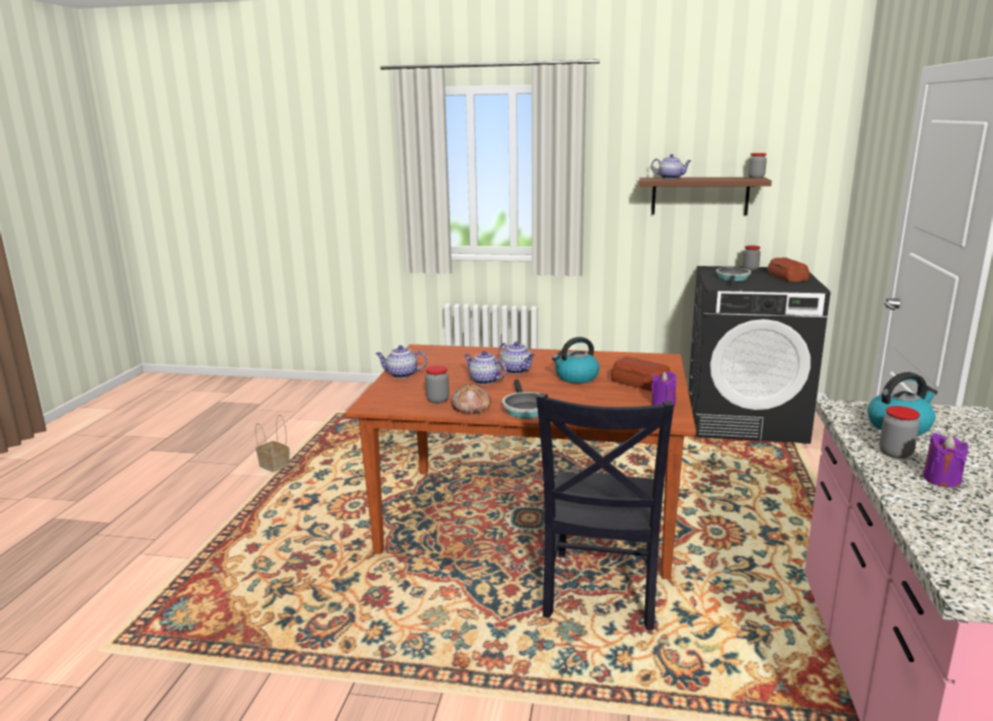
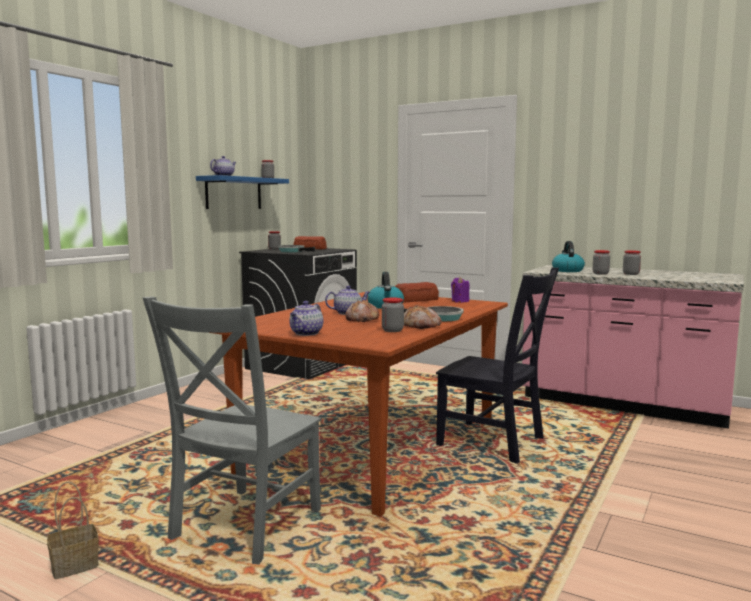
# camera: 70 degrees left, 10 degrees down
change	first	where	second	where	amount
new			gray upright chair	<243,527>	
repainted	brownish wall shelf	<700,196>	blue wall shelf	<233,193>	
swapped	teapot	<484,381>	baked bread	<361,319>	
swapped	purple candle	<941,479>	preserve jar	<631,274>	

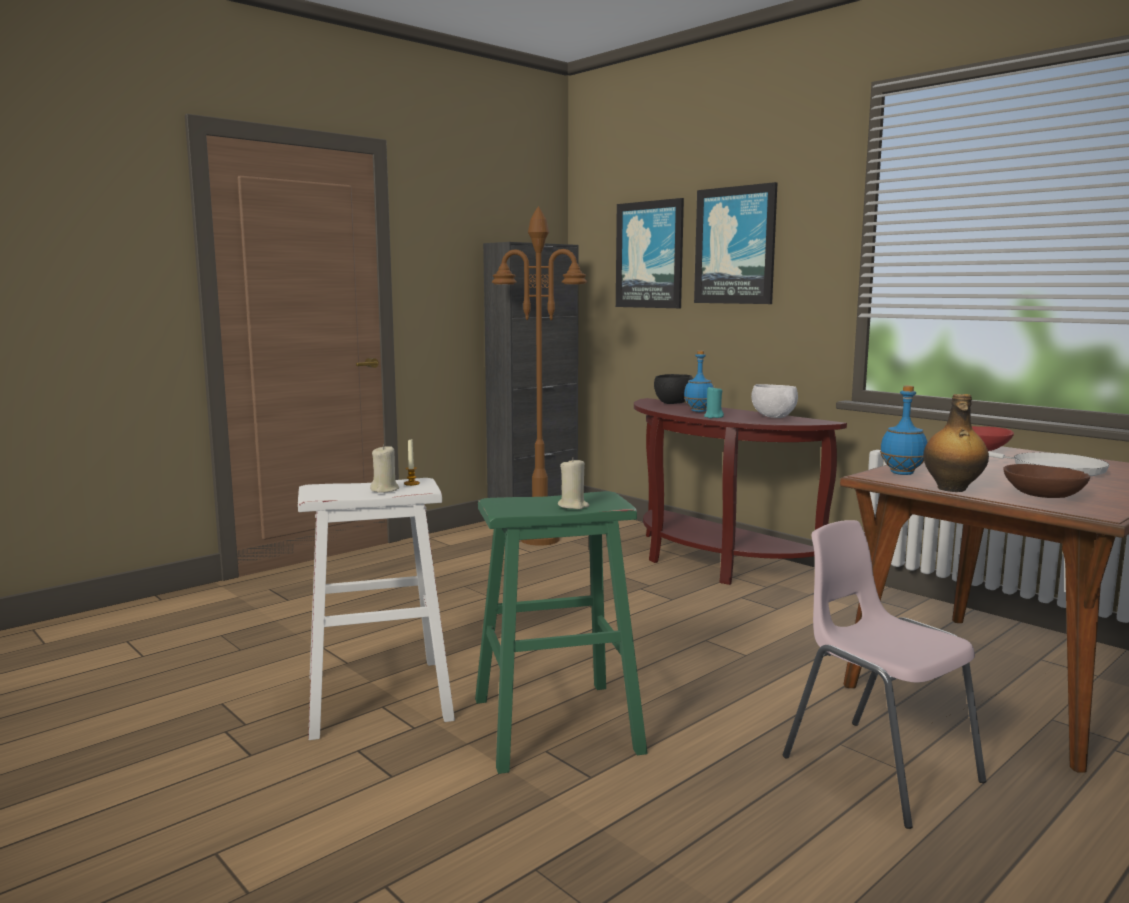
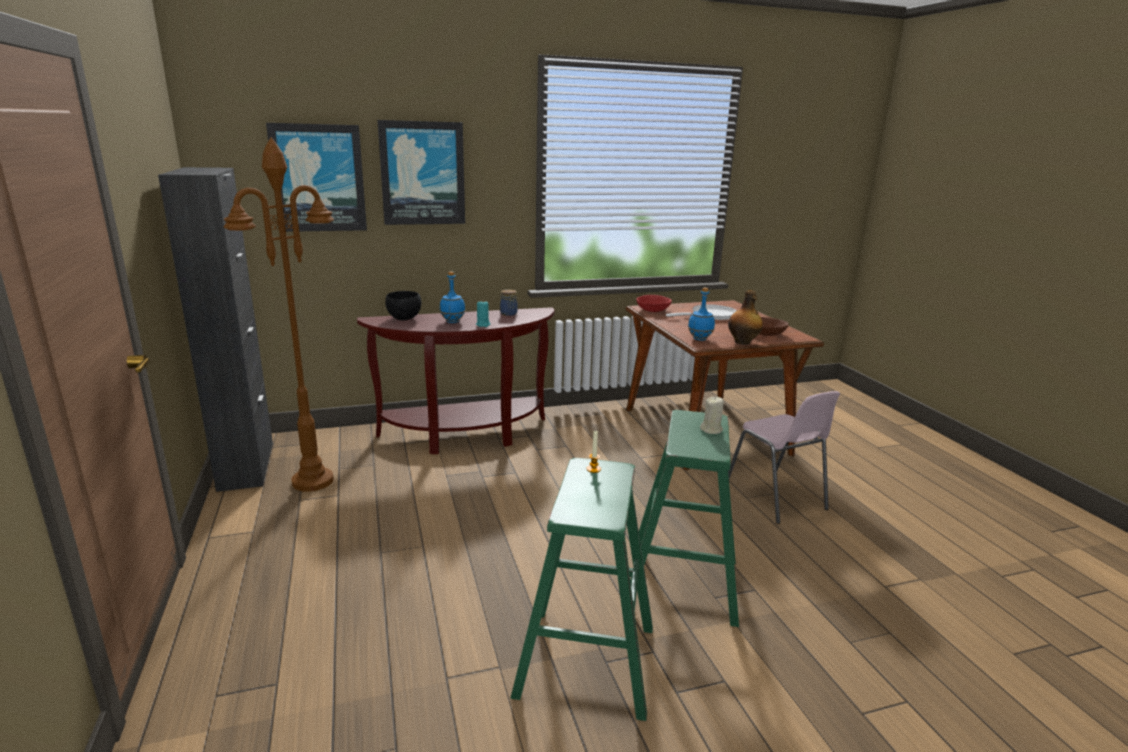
# camera: 65 degrees left, 10 degrees up
change	first	where	second	where	amount
swapped	white-coloured bowl	<773,417>	preserve jar	<509,314>	
repainted	white-coloured stool	<378,696>	greenish stool	<586,660>	
rotated	pinkish upright chair	<878,768>		<775,498>	105 degrees counterclockwise
gone	beige candle	<385,490>			

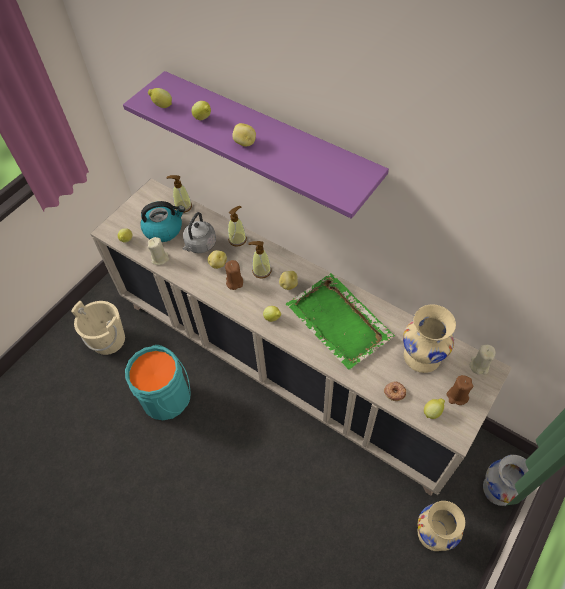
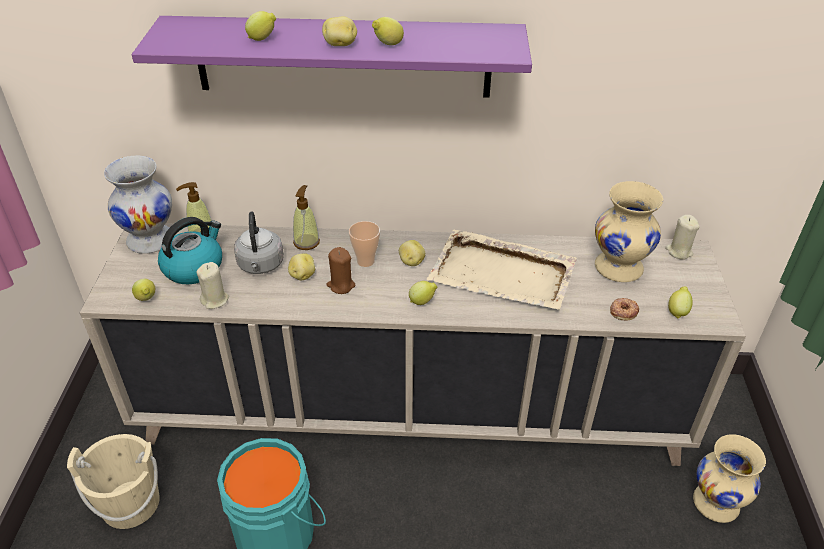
# camera: 35 degrees left, 15 degrees down
change	first	where	second	where	amount
shifted	white-coloured vase	<498,490>		<149,241>	
swapped	soap dispenser	<261,271>	cup	<365,261>	
shifted	citrus fruit	<162,106>		<387,45>	
repainted	greenish carrying tray	<339,322>	beige carrying tray	<503,274>	
gone	brownish candle	<457,396>			

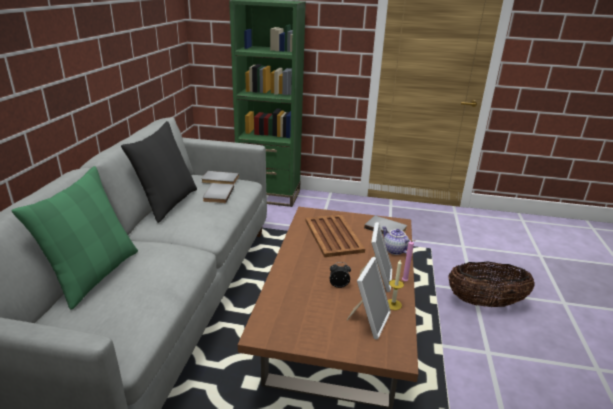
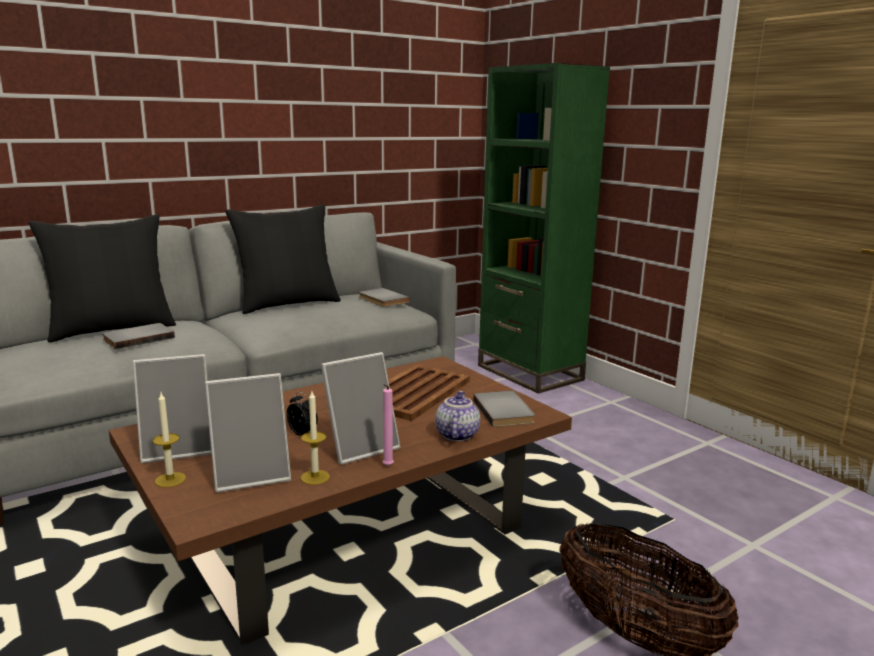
# camera: 45 degrees right, 10 degrees down
change	first	where	second	where	amount
repainted	greenish throw pillow	<94,275>	blackish throw pillow	<112,329>	
shifted	gray book	<217,194>		<138,338>	
new			standing frame	<179,448>	
new			candle	<170,479>	

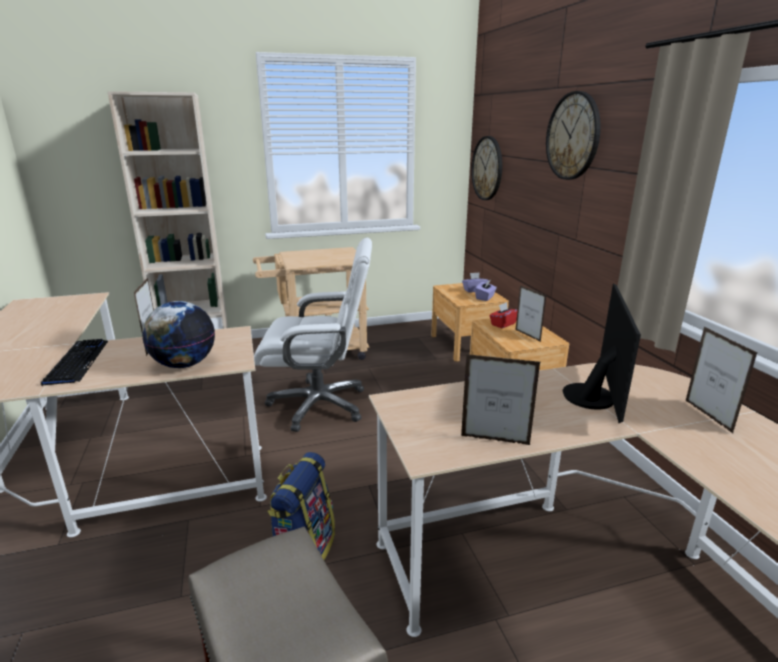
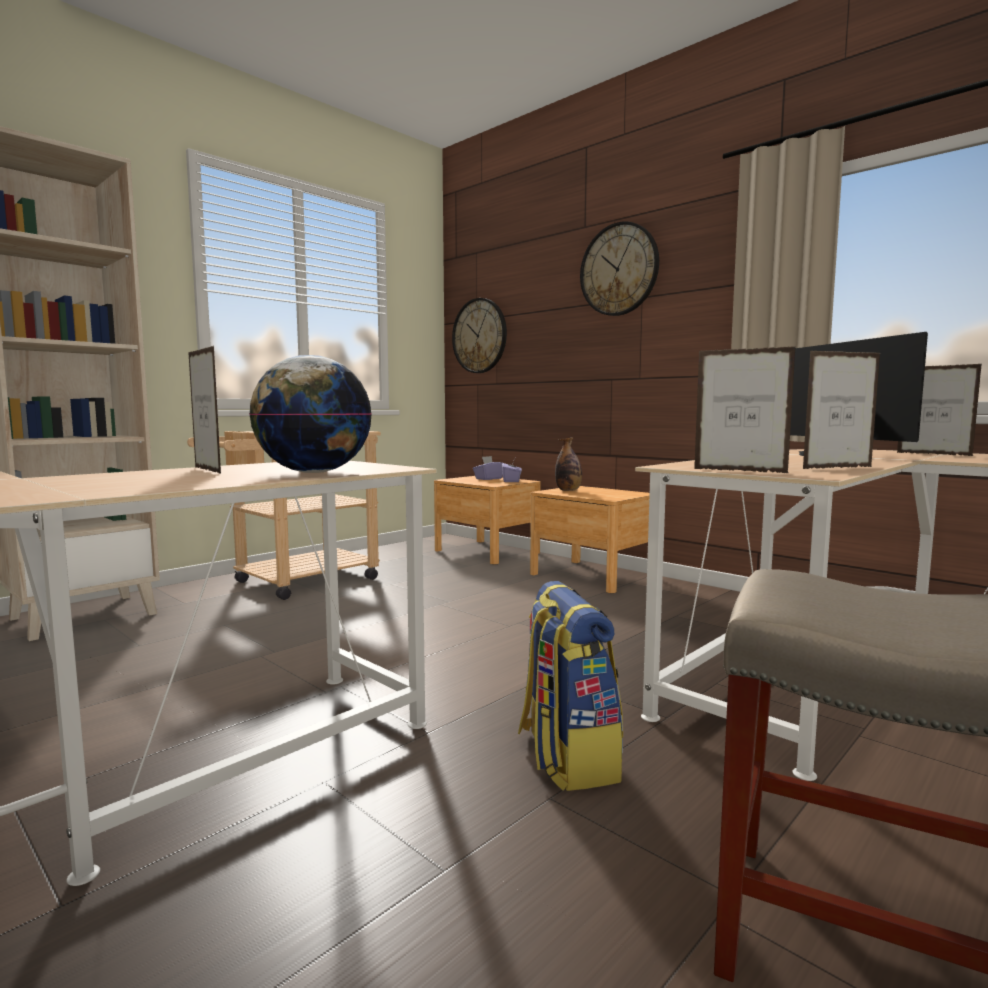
# camera: 30 degrees left, 15 degrees down
change	first	where	second	where	amount
swapped	red box of tissues	<503,324>	bottle	<568,490>	
shifted	standing frame	<527,335>		<739,471>	
gone	keyboard	<77,362>			
gone	white-coloured computer chair	<320,404>			

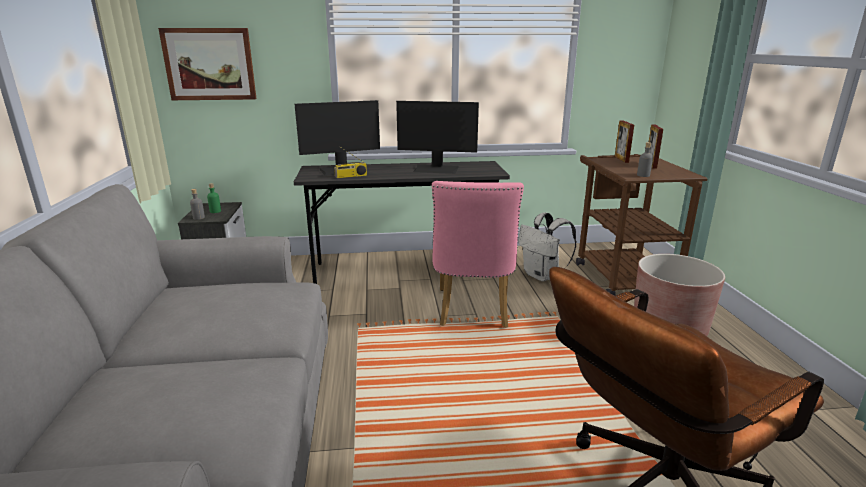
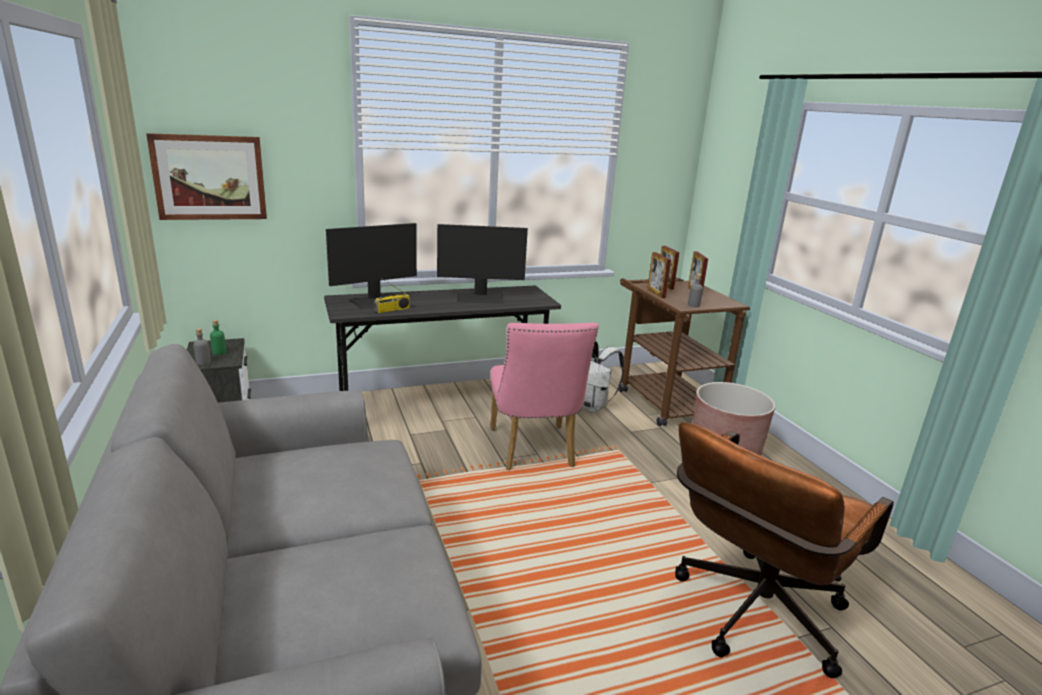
# camera: 15 degrees left, 0 degrees up
change	first	where	second	where	amount
new			standing frame	<656,293>	

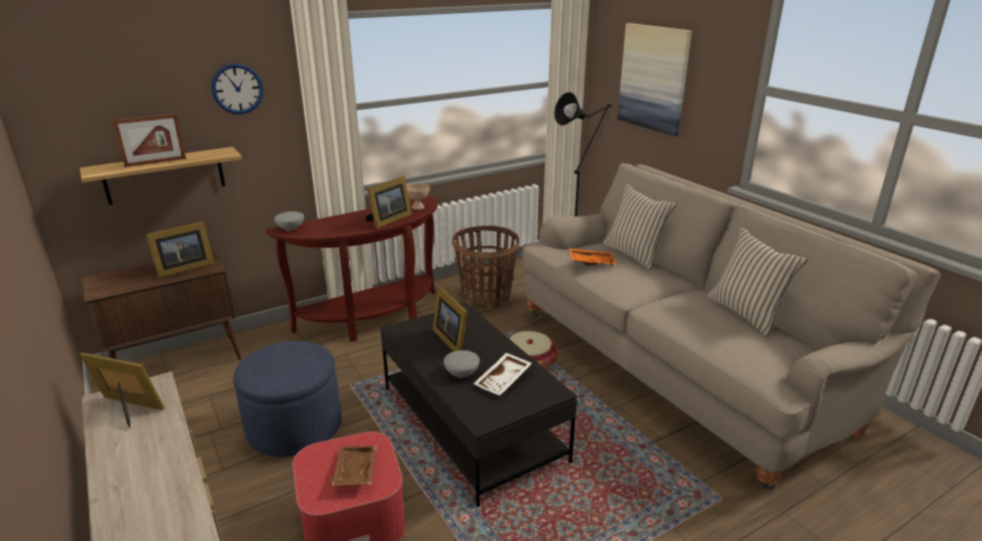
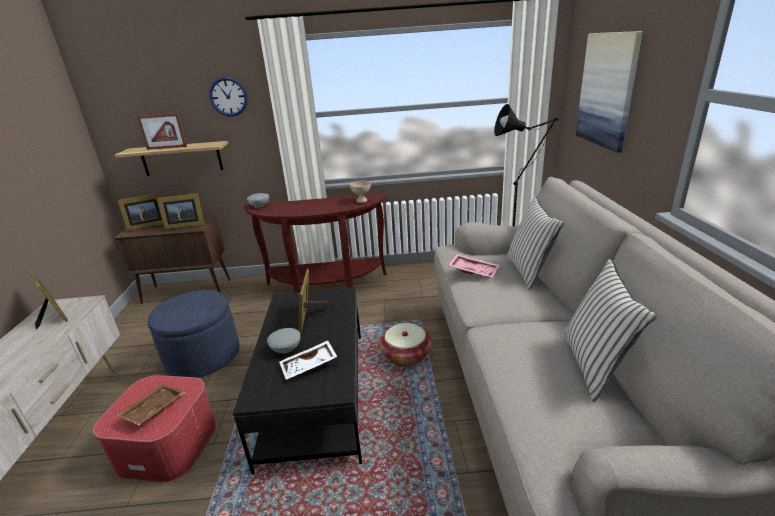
# camera: 30 degrees right, 0 degrees up
change	first	where	second	where	amount
shifted	standing frame	<388,220>		<146,226>	
repainted	orange-coloured carrying tray	<591,262>	pinkish carrying tray	<474,270>	
gone	storage basket	<486,297>			

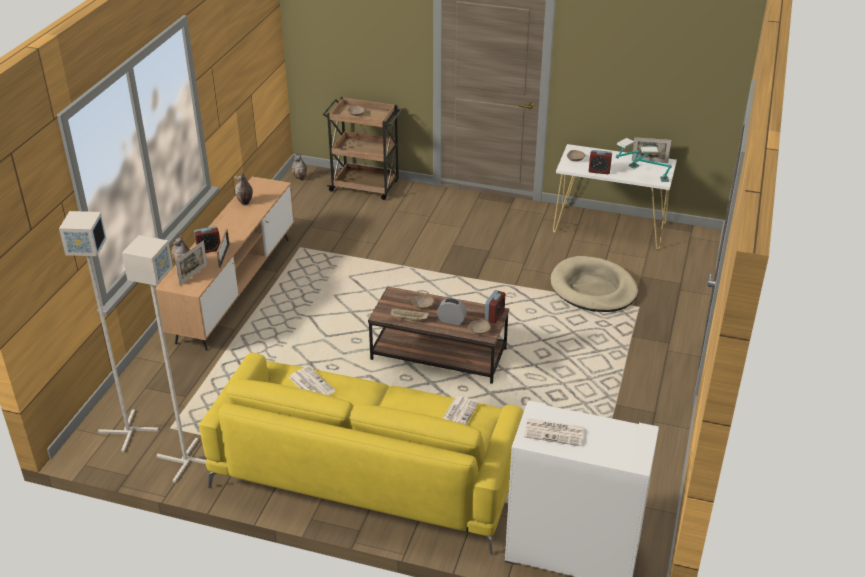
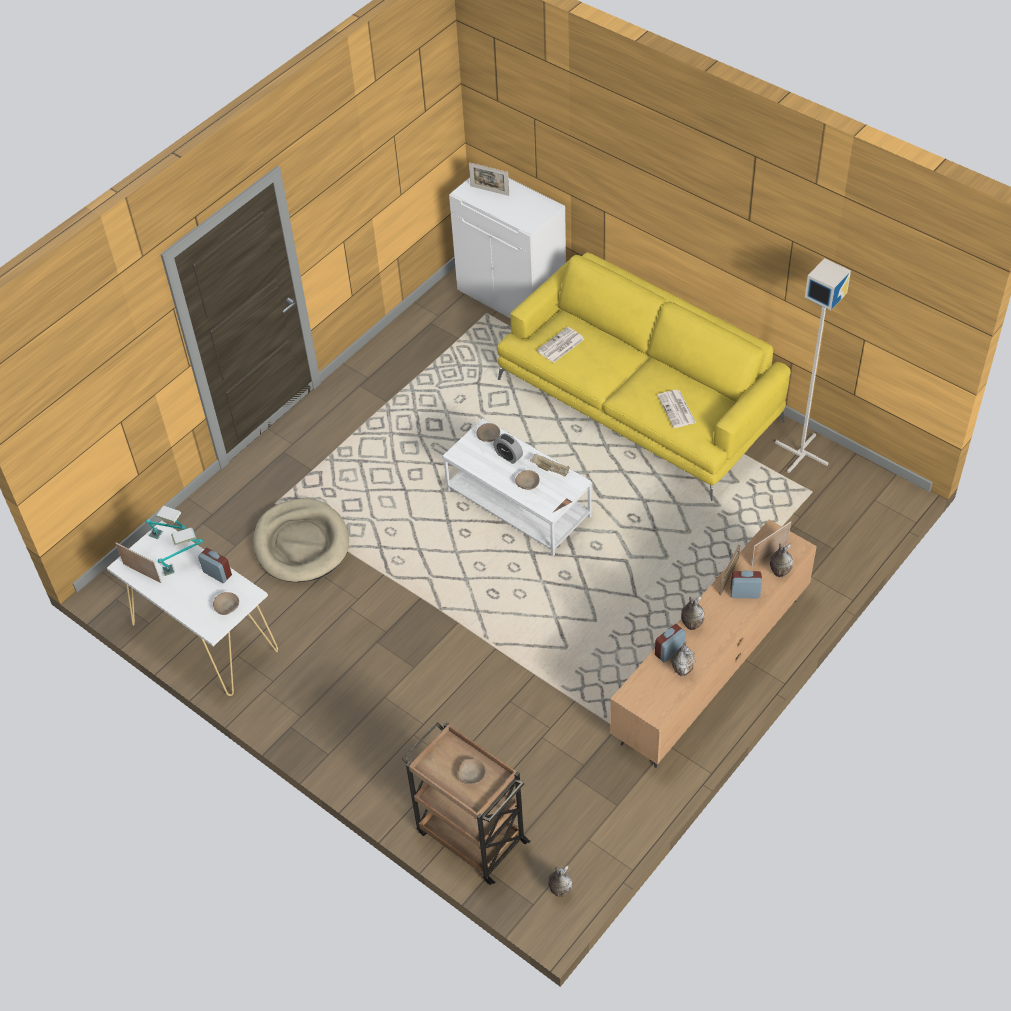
# camera: 155 degrees left, 15 degrees up
change	first	where	second	where	amount
repainted	brownish lounge table	<438,354>	white-coloured lounge table	<519,504>	
new			standing frame	<489,191>	
shifted	bedside clock	<494,316>		<669,651>	
new			vase	<690,625>	
gone	gray floor lamp	<127,431>			
gone	daily paper	<554,432>			

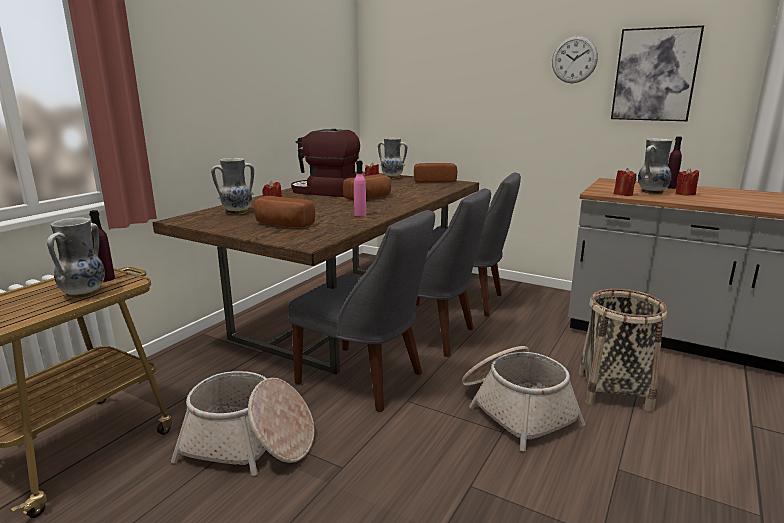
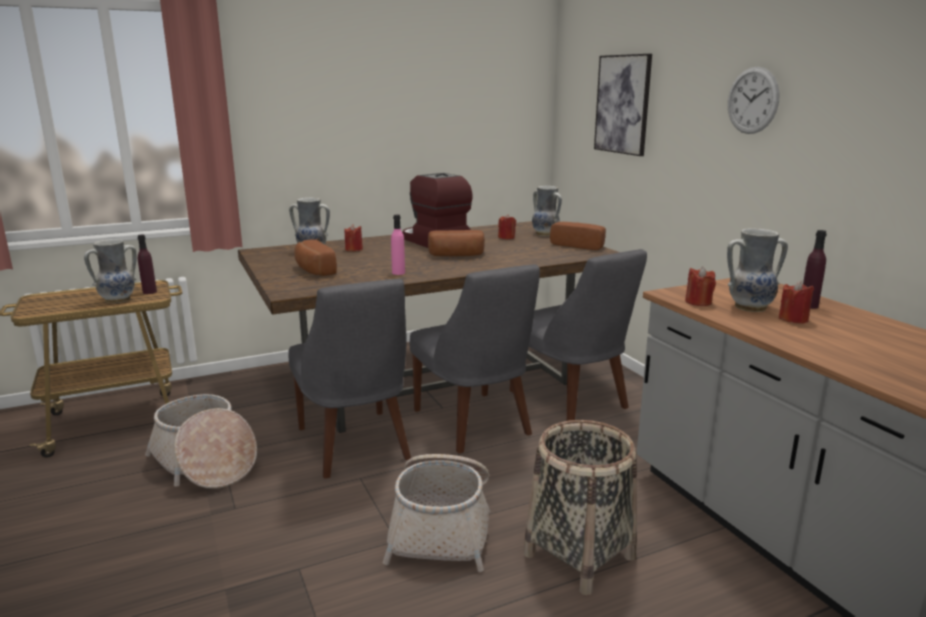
# camera: 35 degrees right, 0 degrees up
change	first	where	second	where	amount
shifted	wall picture	<655,75>		<623,104>	

